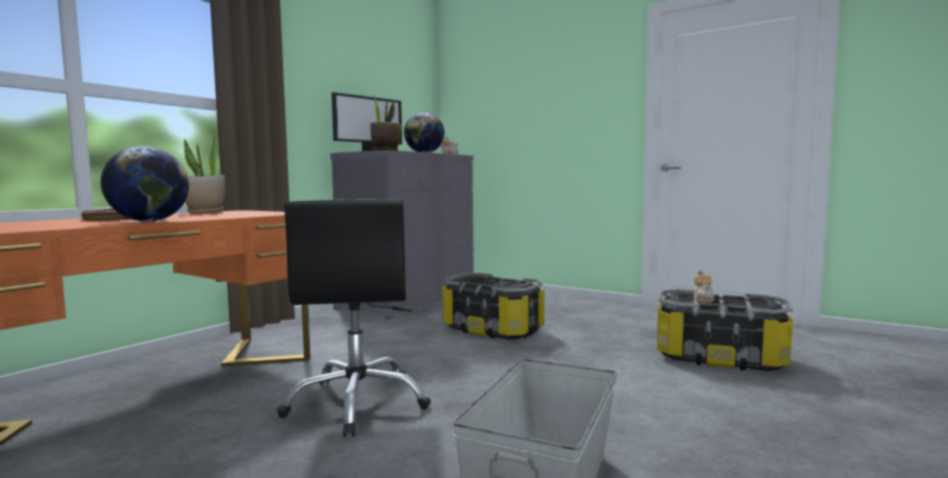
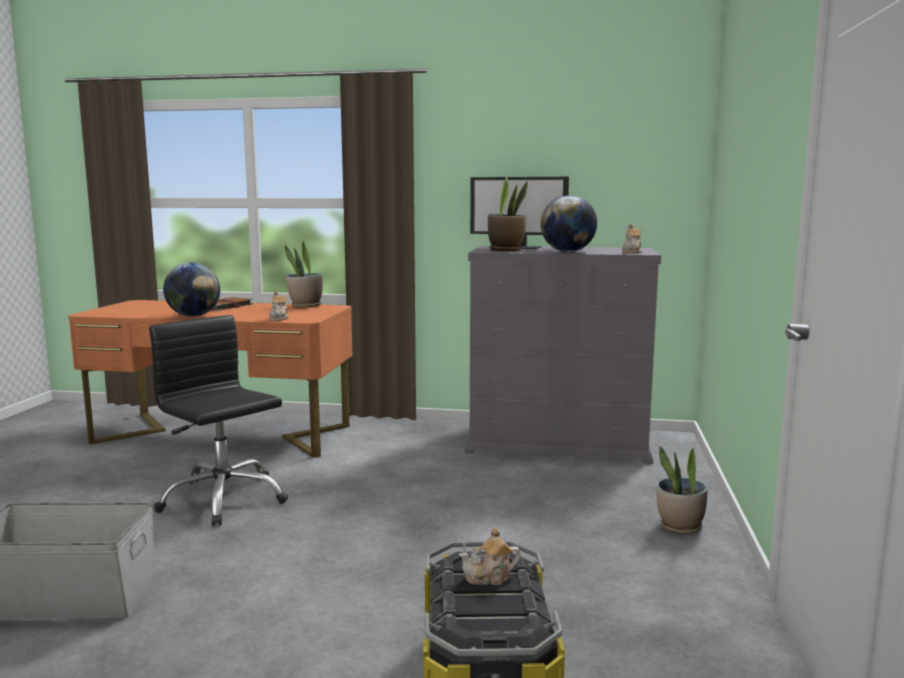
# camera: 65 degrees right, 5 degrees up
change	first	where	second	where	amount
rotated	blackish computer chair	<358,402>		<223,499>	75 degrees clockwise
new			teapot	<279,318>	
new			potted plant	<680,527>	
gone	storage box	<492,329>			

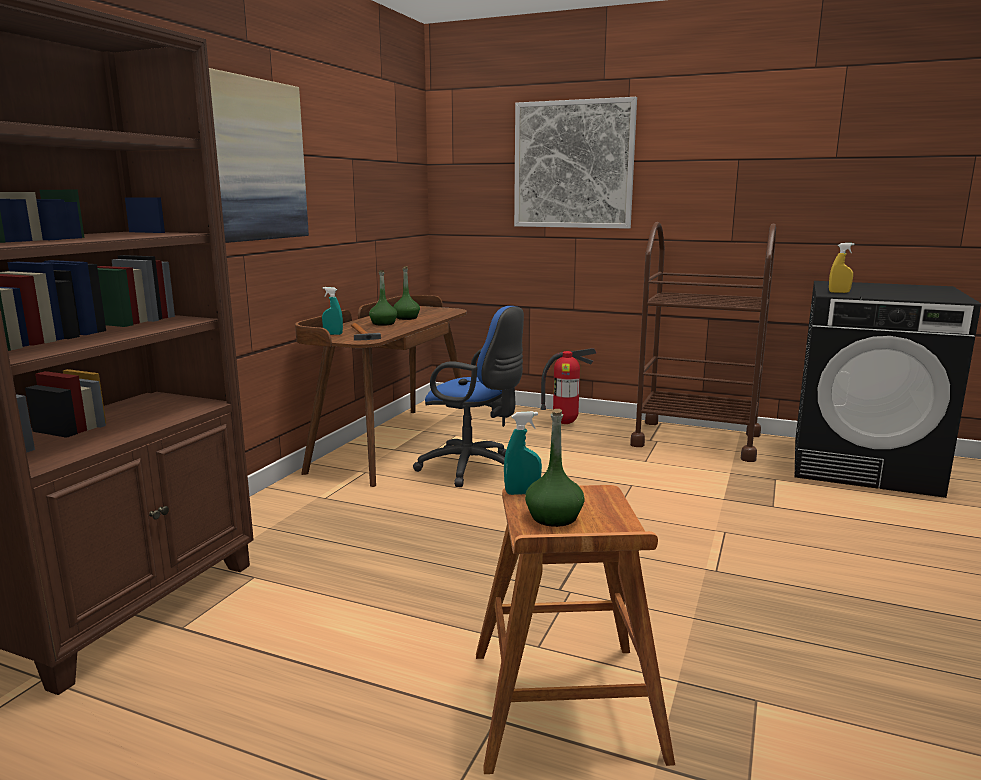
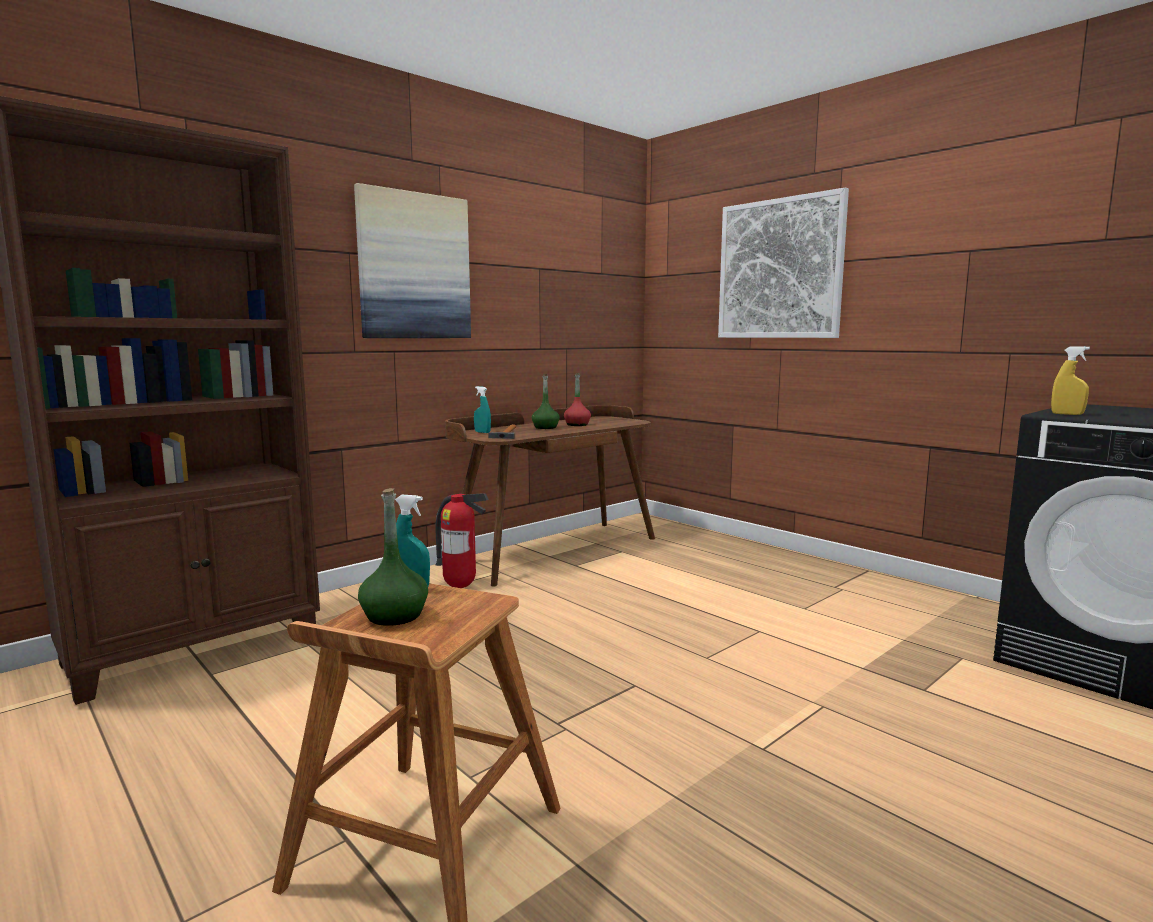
# camera: 25 degrees right, 5 degrees down
change	first	where	second	where	amount
shifted	fire-fighting cylinder	<565,423>		<460,587>	
repainted	greenish bottle	<406,318>	red bottle	<577,425>	
gone	blue computer chair	<473,469>			
gone	brownish trolley	<696,440>			

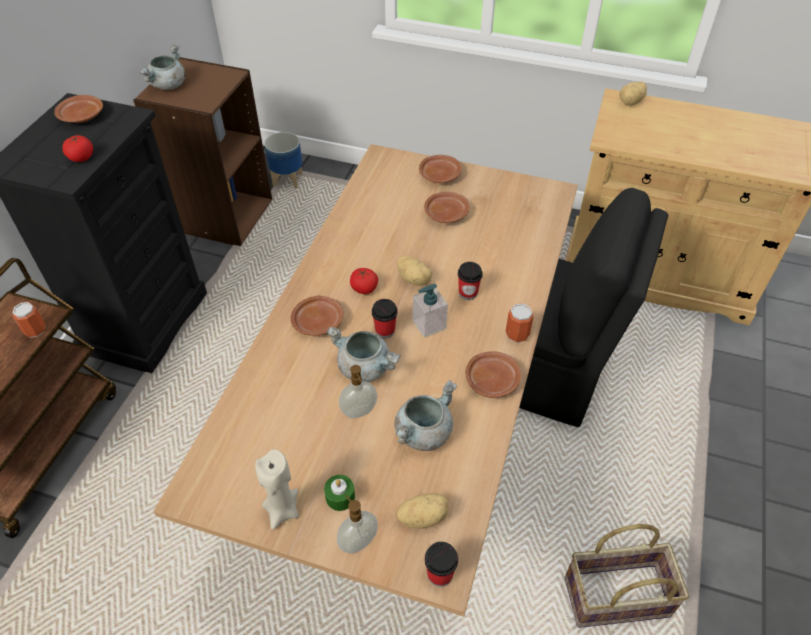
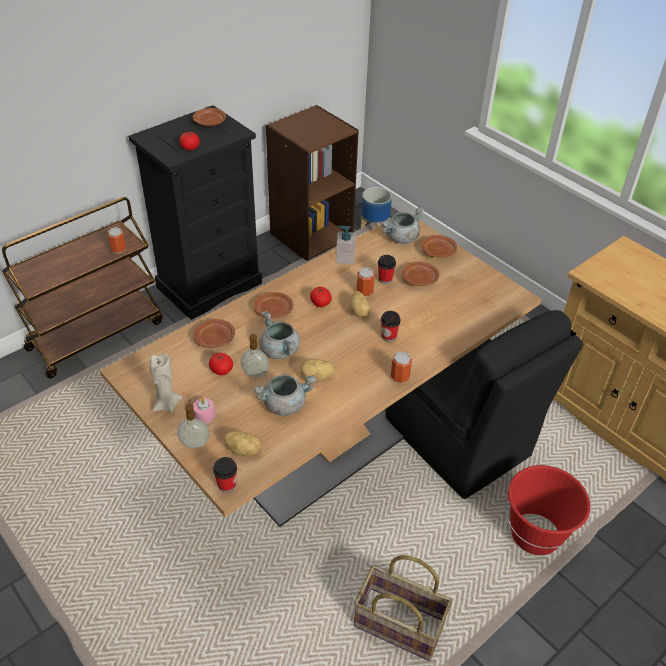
# camera: 30 degrees right, 5 degrees down
change	first	where	second	where	amount
shifted	brownish flat dish	<492,380>		<215,339>	
repainted	greenish candle	<340,497>	pinkish candle	<204,414>	
new			whole tomato	<221,370>	
shifted	potato	<631,102>		<317,378>	
shifted	soap dispenser	<429,325>		<345,258>	
new			metal can	<364,291>	
shifted	cup	<385,330>		<385,279>	
shifted	gray cooking pot	<168,85>		<401,238>	
new			red pail	<535,534>	

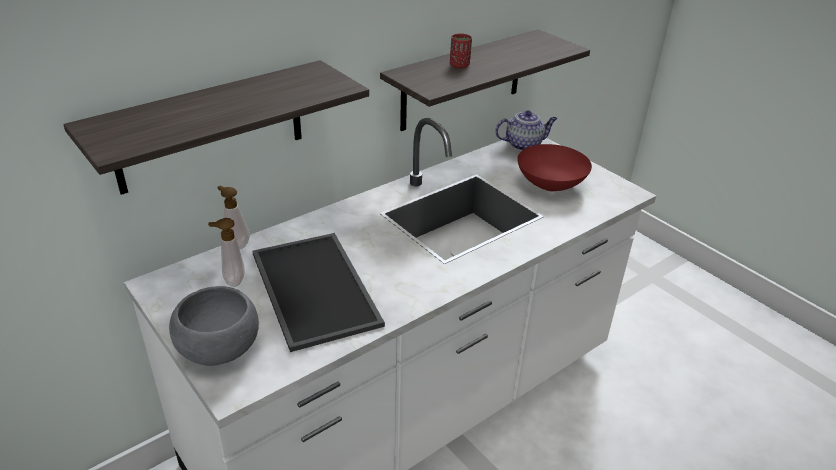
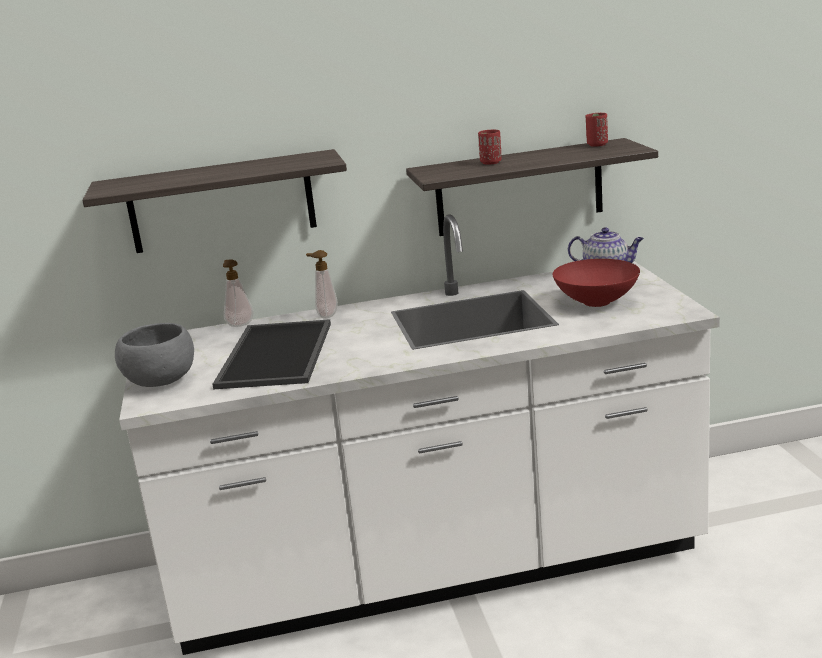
# camera: 30 degrees right, 15 degrees down
change	first	where	second	where	amount
shifted	soap dispenser	<232,281>		<326,315>	
new			red cup	<597,145>	

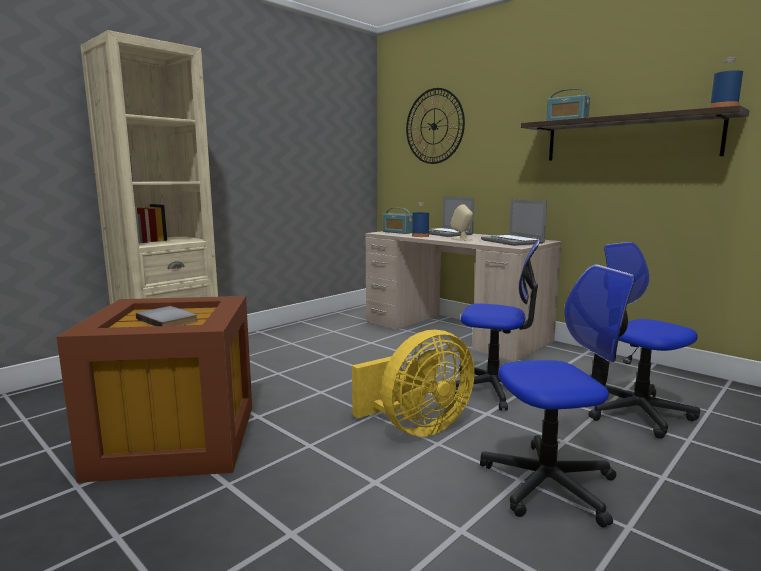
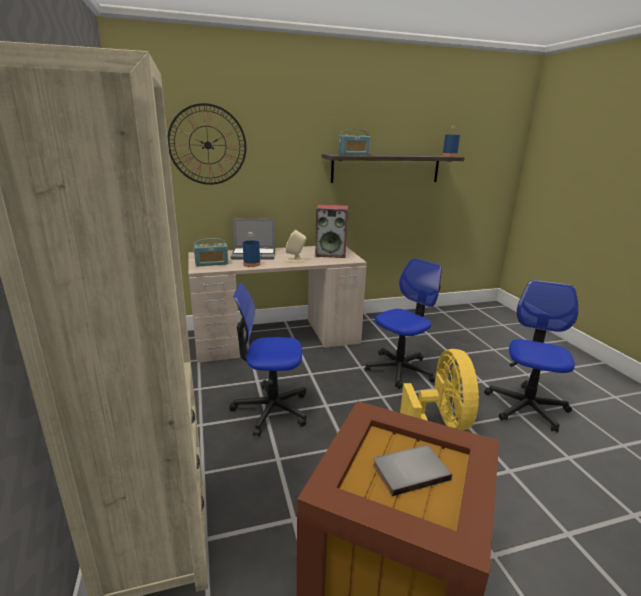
# camera: 60 degrees left, 10 degrees up
change	first	where	second	where	amount
shifted	computer chair	<636,412>		<271,409>	
swapped	laptop	<513,242>	loudspeaker	<331,254>	

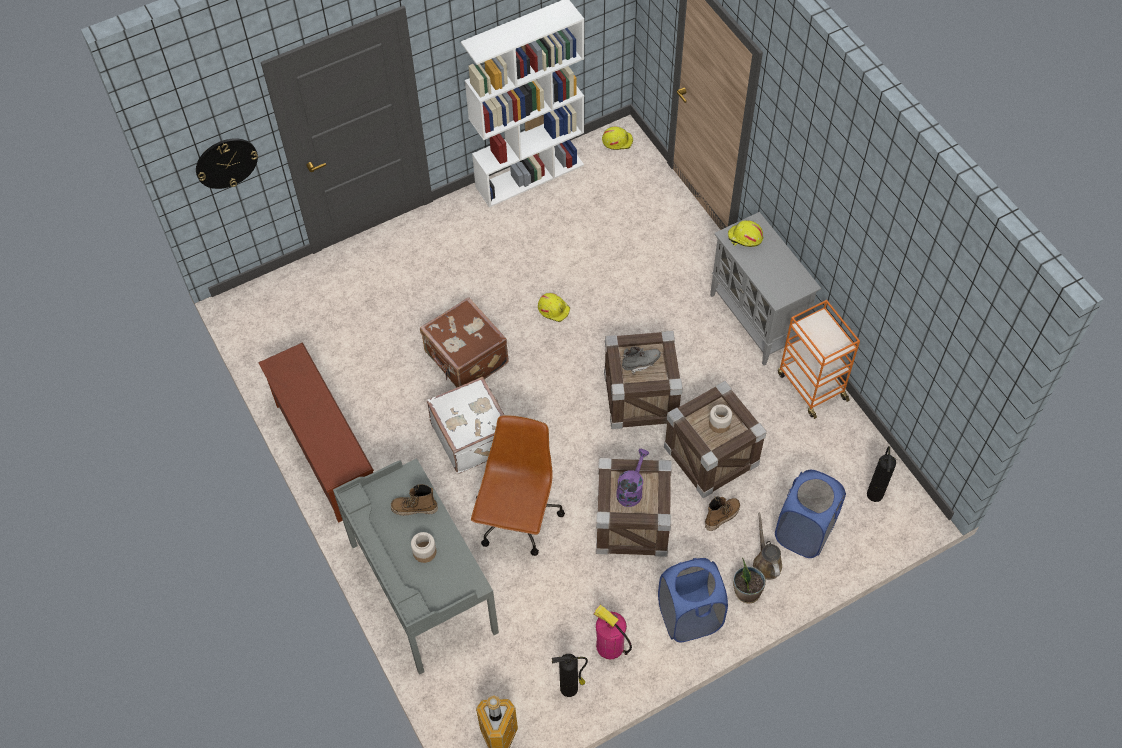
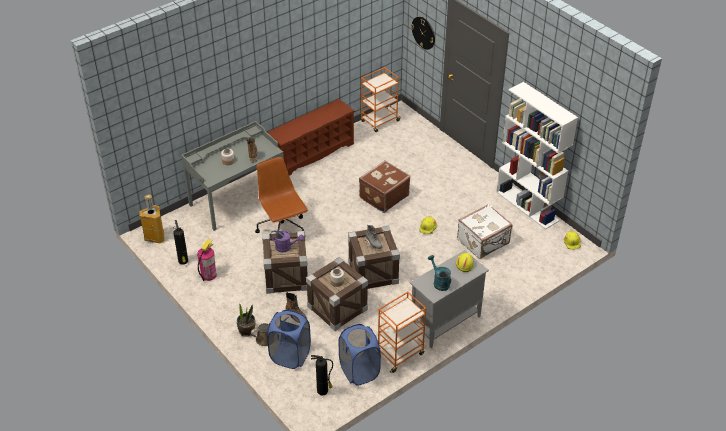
# camera: 80 degrees right, 15 degrees down
change	first	where	second	where	amount
rotated	brownish computer chair	<518,519>		<282,230>	120 degrees counterclockwise
shifted	blue hamper	<689,617>		<359,371>	
new			orange-coloured trolley	<379,121>	
new			turquoise watering pot	<439,282>	
shifted	white-coloured suitcase	<473,436>		<484,242>	

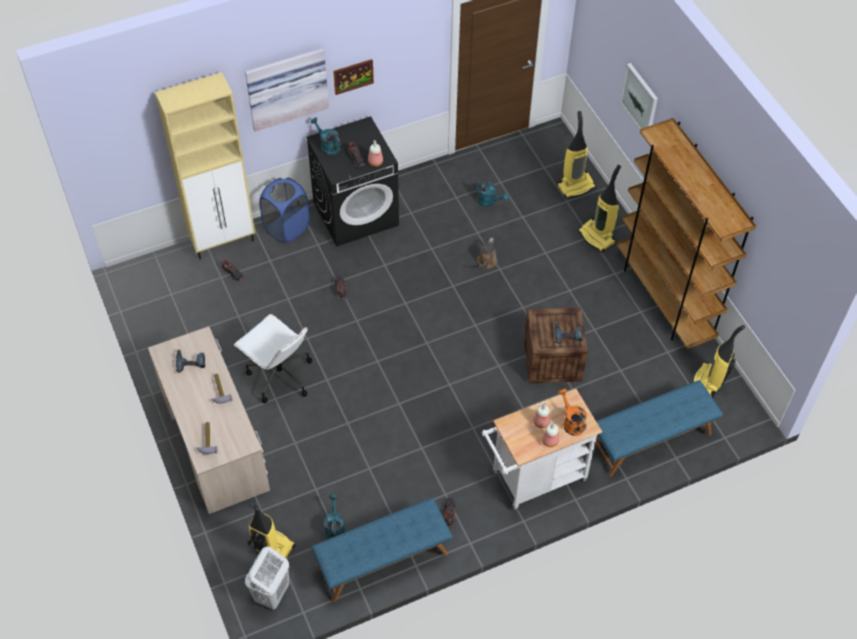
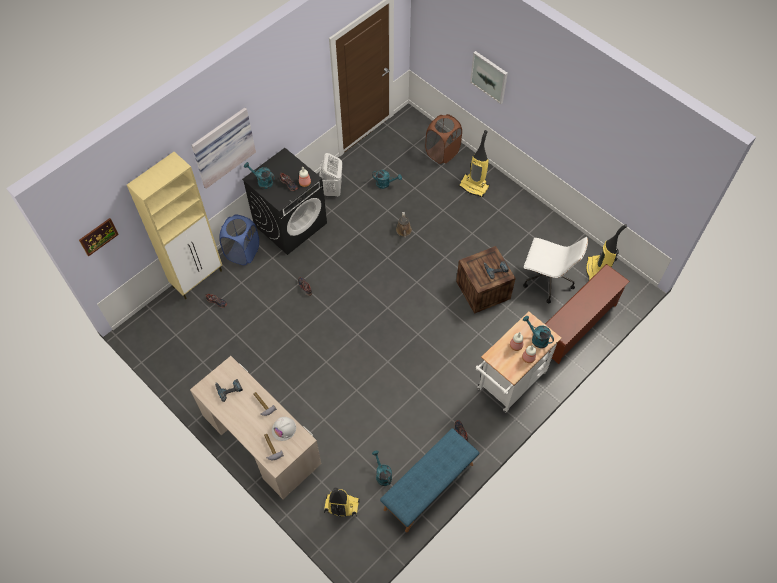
# camera: 20 degrees left, 5 degrees up
change	first	where	second	where	amount
shifted	wall picture	<353,76>		<98,236>	
new			white-coloured hard hat	<284,429>	
shifted	white-coloured hamper	<271,594>		<333,190>	
swapped	vacuum cleaner	<575,186>	brownish hamper	<442,152>	
shifted	white-coloured computer chair	<279,376>		<547,280>	
repainted	orange-coloured watering pot	<571,422>	turquoise watering pot	<537,338>	
swapped	blue bench	<651,440>	brownish shoe shelf	<577,326>	
gone	brownish bookcase	<664,298>			

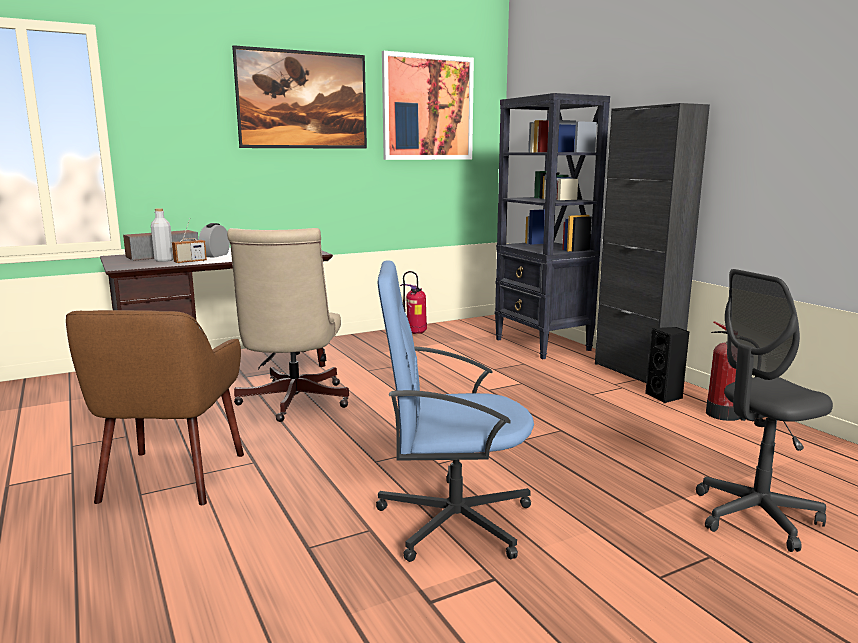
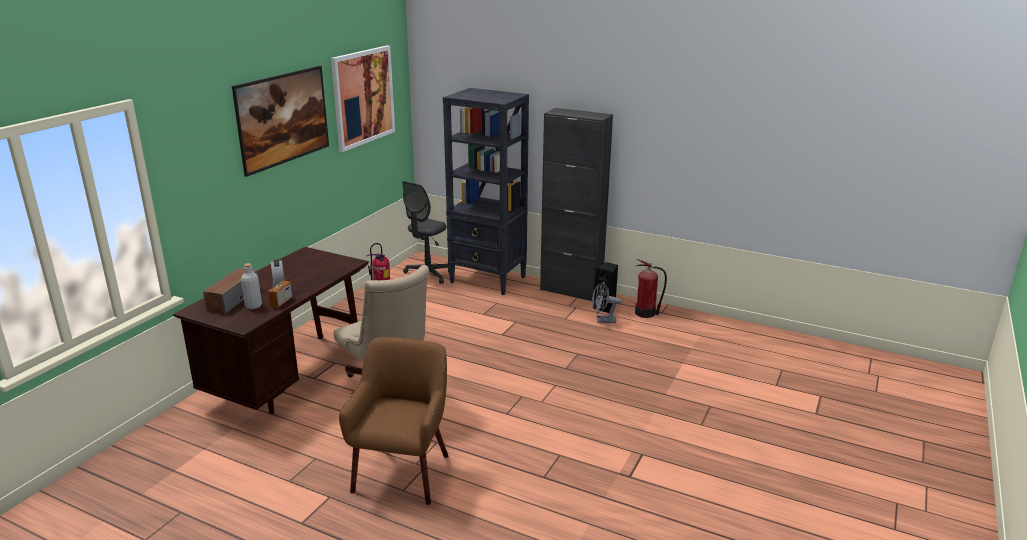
# camera: 35 degrees left, 10 degrees up
change	first	where	second	where	amount
rotated	brownish armchair	<171,478>		<403,472>	135 degrees counterclockwise
shifted	gray computer chair	<755,517>		<427,276>	
new			gray electric fan	<603,320>	
gone	blue computer chair	<452,520>			

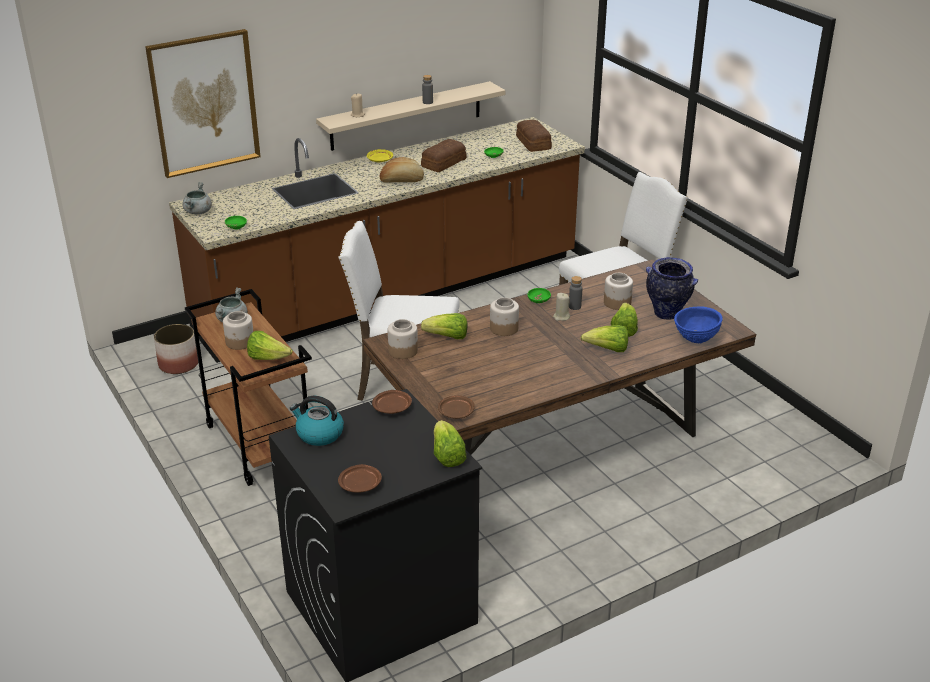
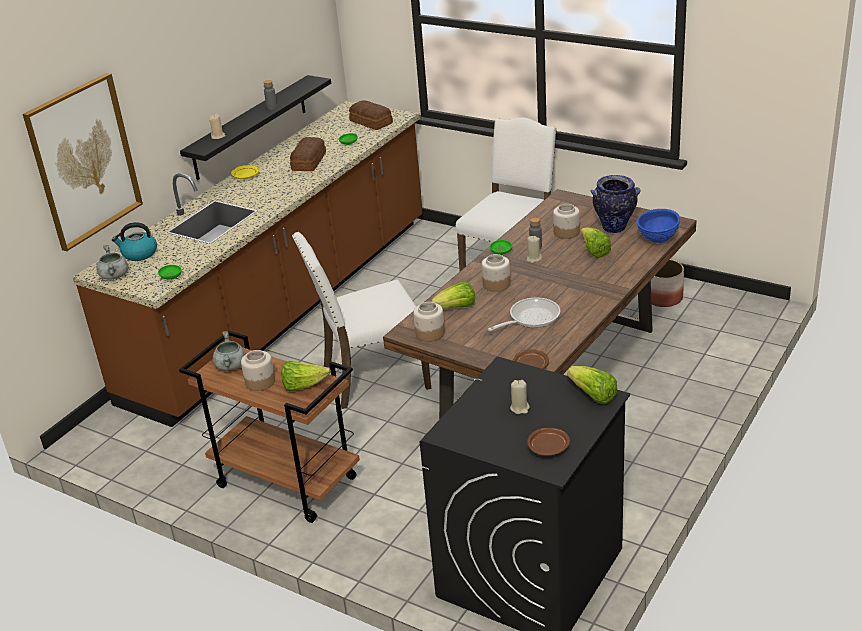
# camera: 25 degrees left, 0 degrees up
change	first	where	second	where	amount
shifted	kettle	<319,434>		<139,254>	
repainted	beige wall shelf	<406,116>	blackish wall shelf	<250,127>	
new			skillet	<530,318>	
new			beige candle	<520,408>	
shifted	planter	<178,364>		<662,298>	
gone	brownish flat dish	<392,407>			
gone	baked bread	<401,181>			
gone	head of lettuce	<607,350>			

